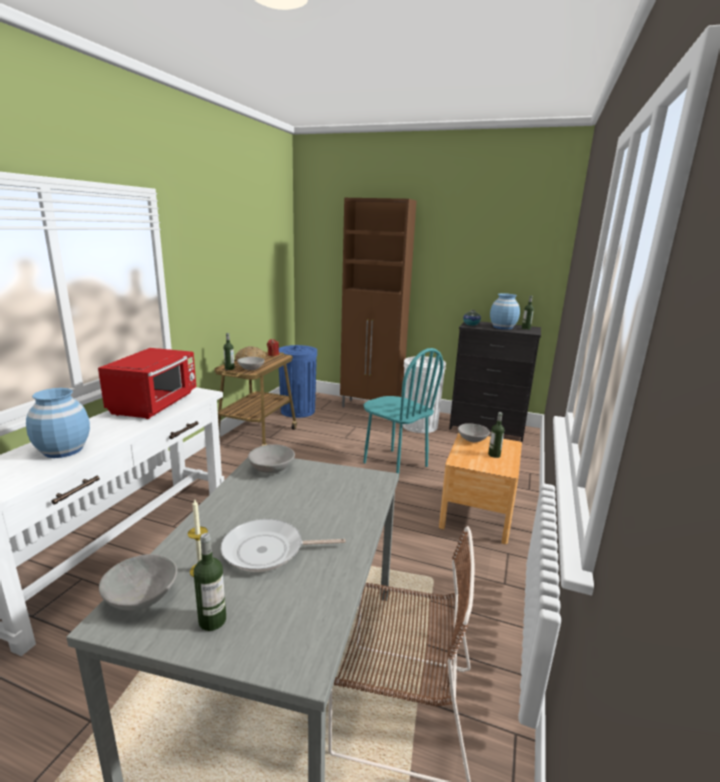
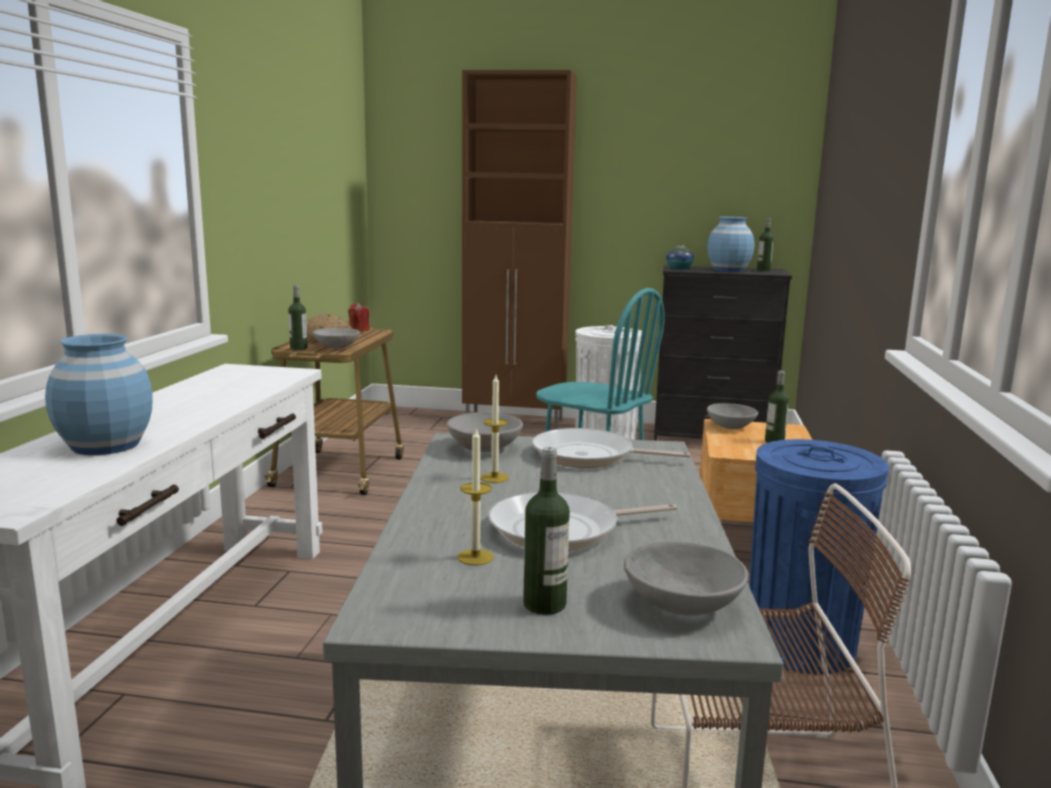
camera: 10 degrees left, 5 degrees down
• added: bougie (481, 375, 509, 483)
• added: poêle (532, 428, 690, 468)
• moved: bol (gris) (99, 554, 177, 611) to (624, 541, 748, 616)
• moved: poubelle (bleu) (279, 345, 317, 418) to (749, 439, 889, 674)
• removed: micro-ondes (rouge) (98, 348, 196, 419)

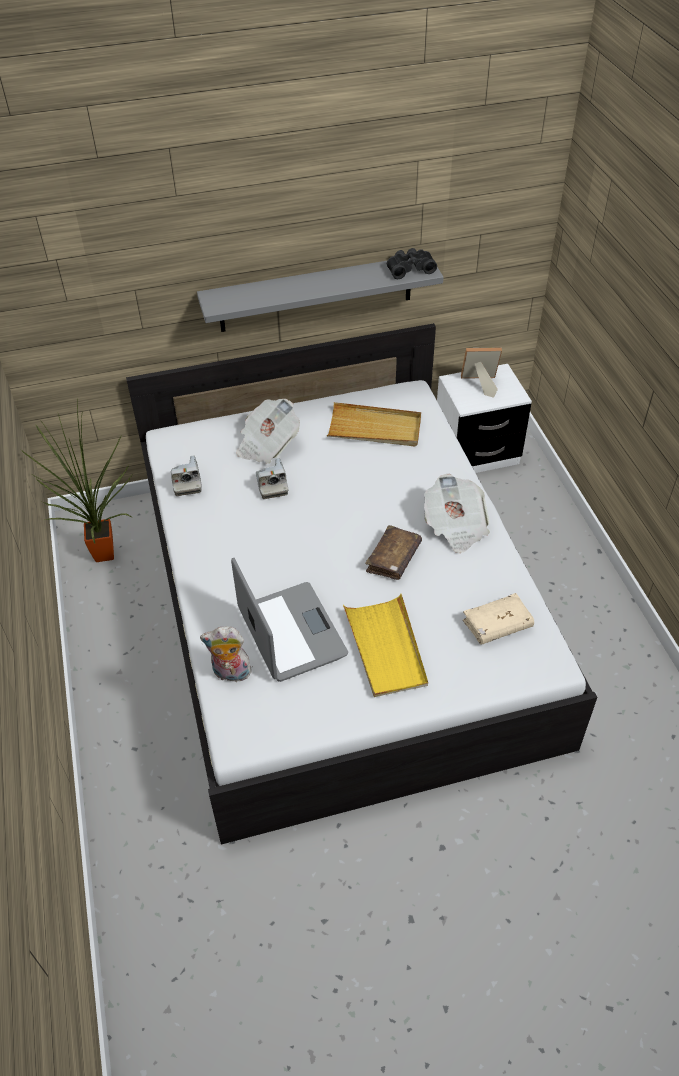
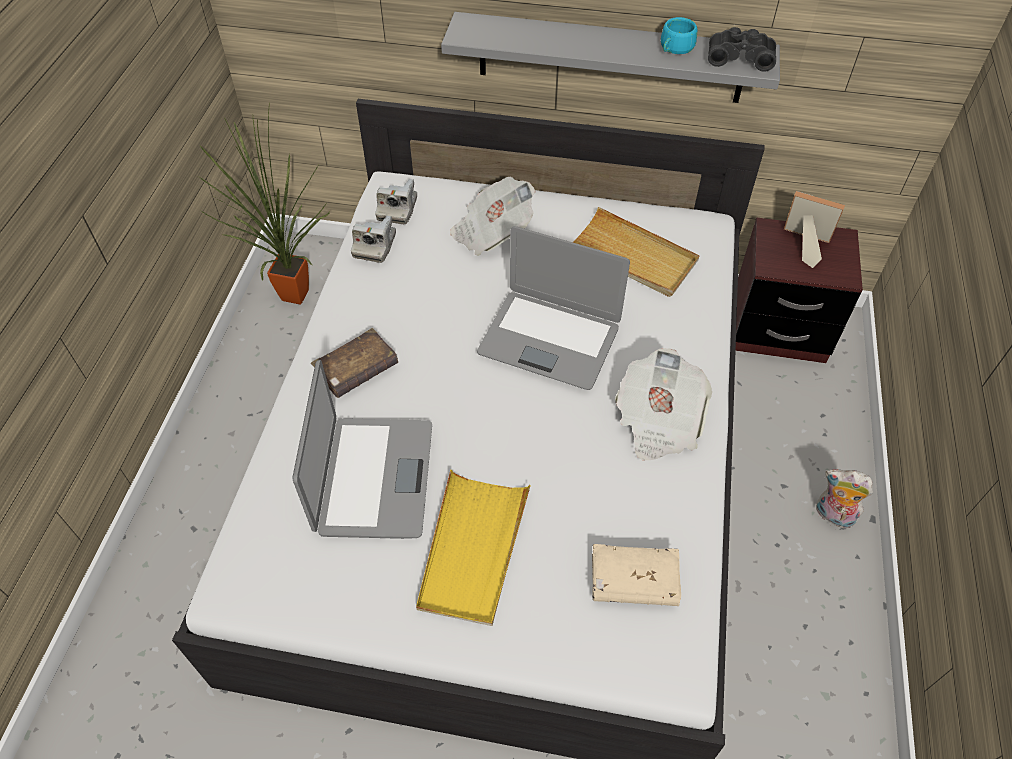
camera: 25 degrees right, 5 degrees up
• moved: livre (marron) (365, 525, 422, 580) to (311, 328, 398, 398)
• moved: appareil photo (256, 458, 288, 499) to (375, 179, 417, 224)
• added: ordinateur portable (477, 226, 630, 390)
• added: tasse (turquoise) (661, 17, 697, 54)
• recoloured: table de chevet (blanc) (437, 364, 532, 473) to table de chevet (marron) (736, 217, 863, 363)
• moved: peluche (200, 626, 252, 685) to (816, 469, 873, 528)

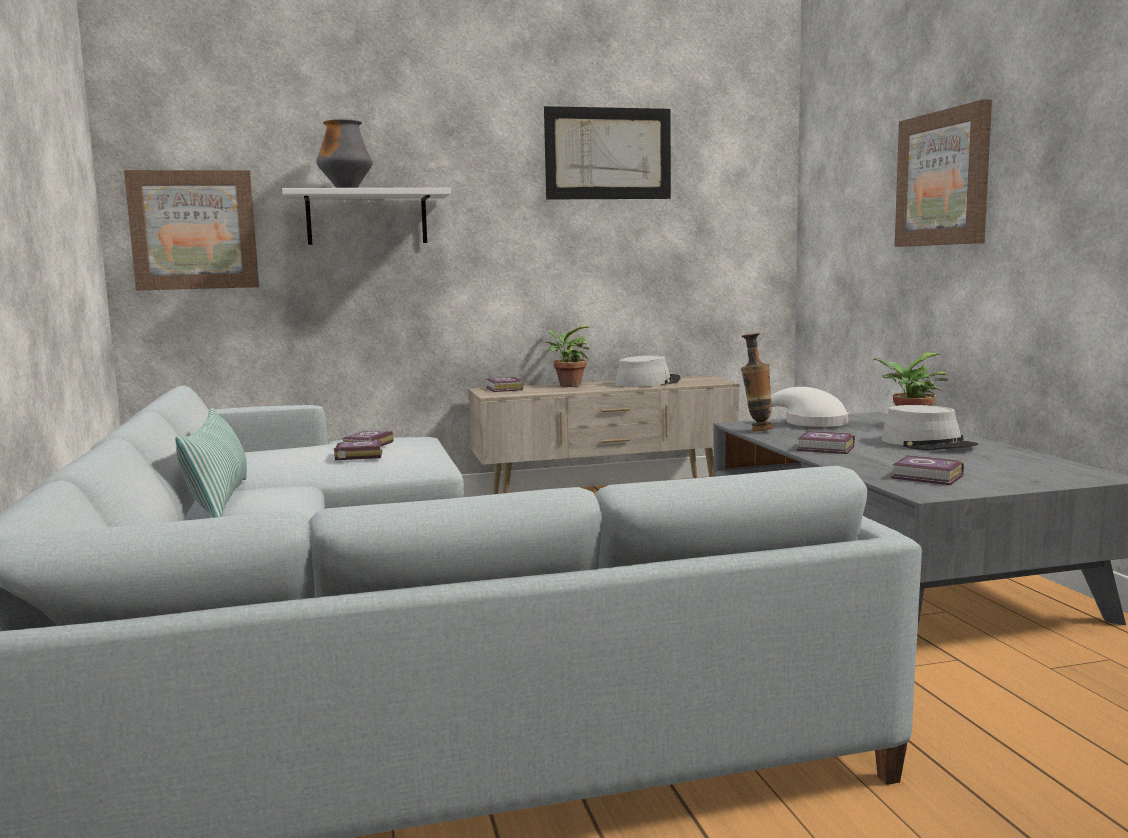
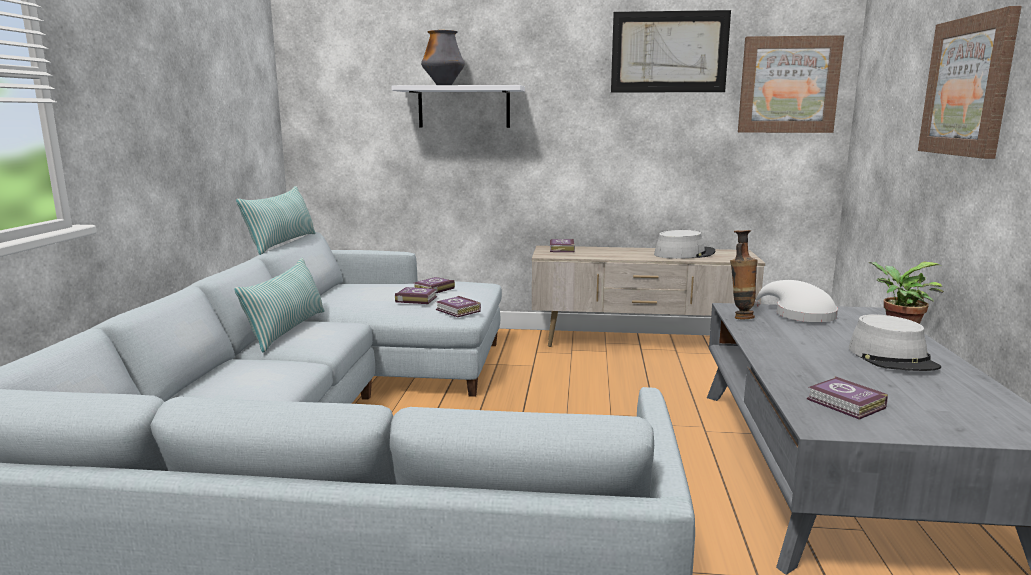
camera: 20 degrees right, 5 degrees up
• added: coussin (236, 186, 316, 255)
• moved: livre (797, 431, 855, 454) to (436, 296, 481, 317)
• moved: tableau (124, 170, 259, 290) to (738, 35, 844, 133)
• removed: plante en pot (544, 326, 590, 387)

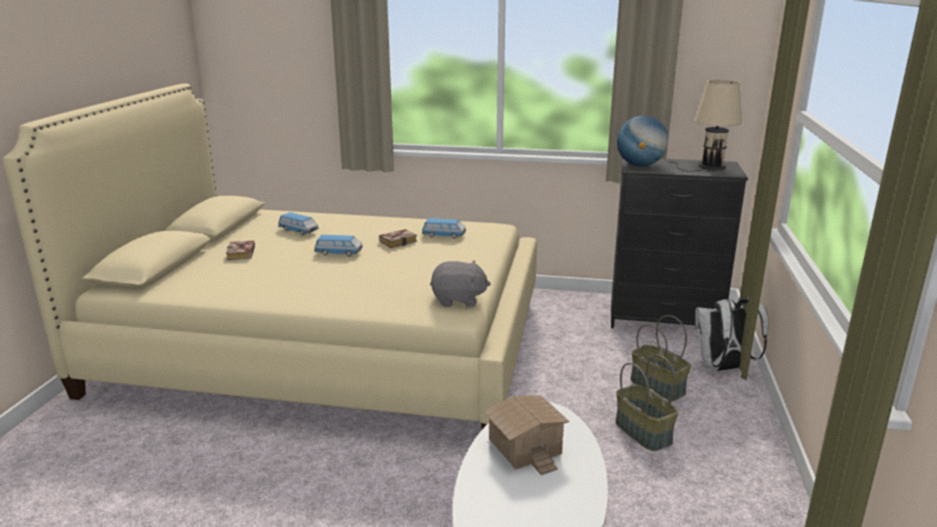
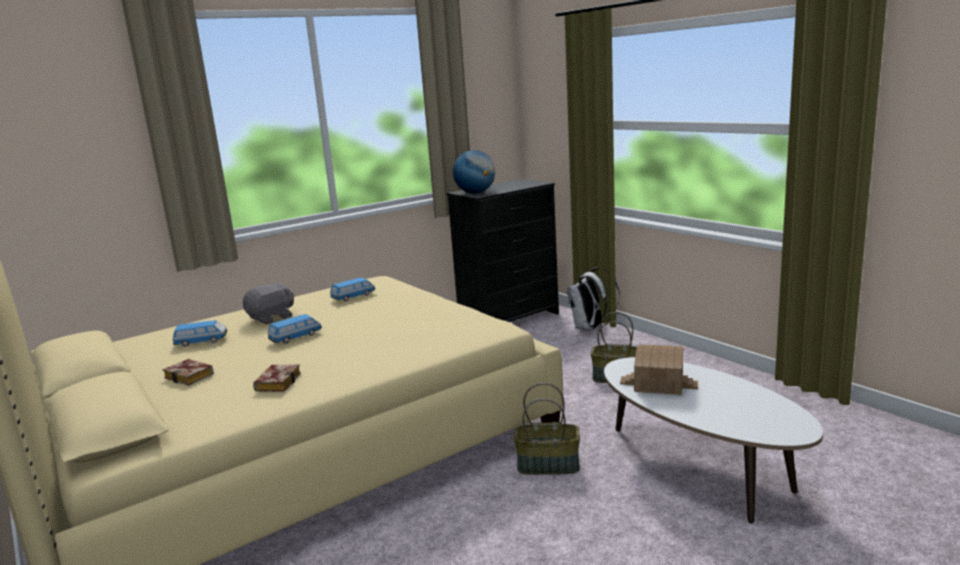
camera: 45 degrees left, 5 degrees down
• moved: peluche (gris) (430, 260, 491, 307) to (243, 283, 294, 324)
• moved: livre (379, 229, 417, 248) to (253, 365, 301, 392)
• moved: panier (630, 315, 691, 401) to (514, 383, 580, 475)
• removed: lampe de table (beige) (669, 80, 743, 172)

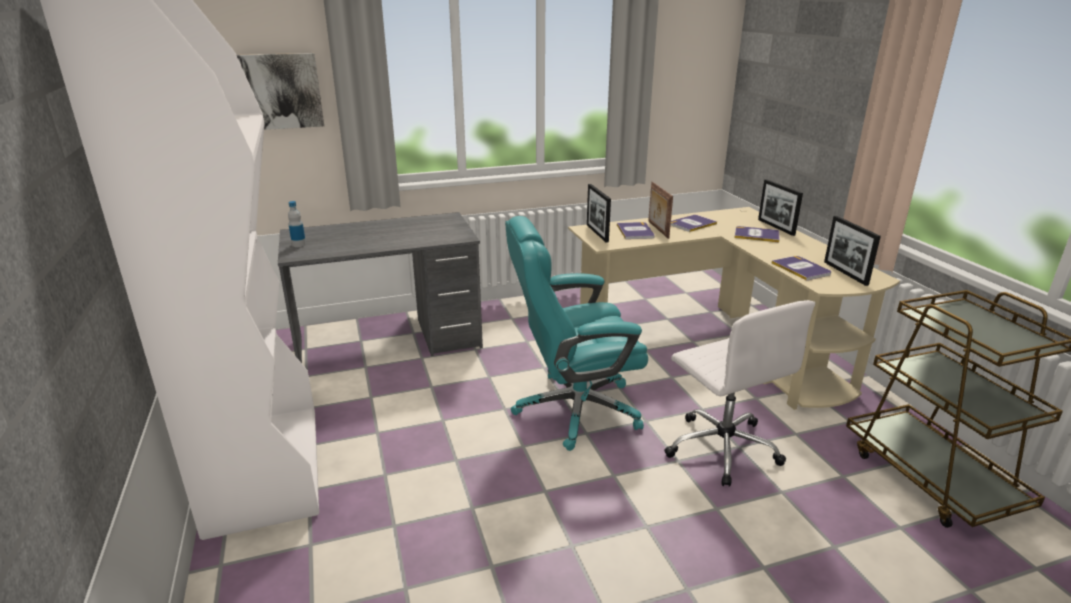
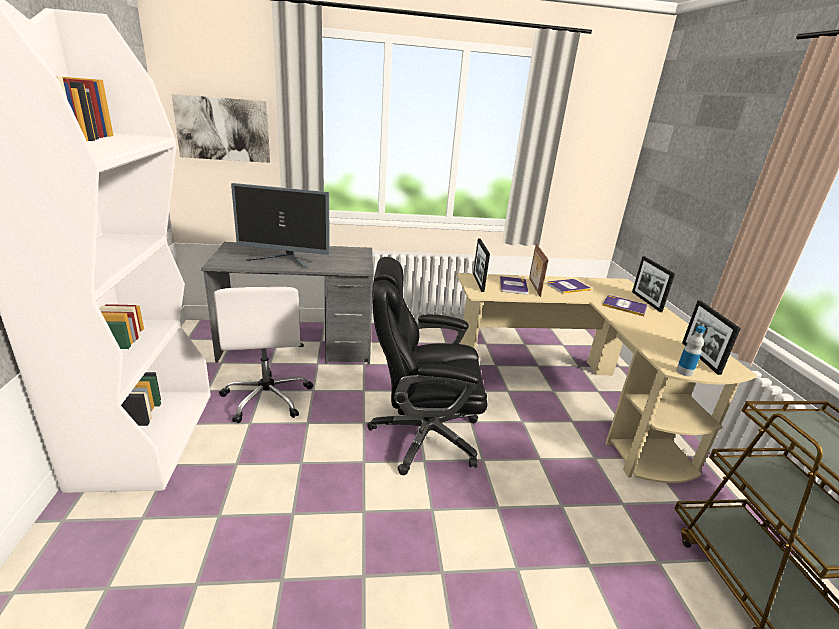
camera: 10 degrees right, 0 degrees up
• moved: chaise de bureau (blanc) (665, 300, 815, 487) to (214, 287, 313, 423)
• added: écran d'ordinateur (231, 183, 330, 269)
• recoloured: chaise de bureau (turquoise) (505, 216, 648, 451) to chaise de bureau (noir) (367, 257, 488, 475)
• moved: bouteille (288, 201, 306, 247) to (676, 326, 706, 376)
• removed: livre (772, 256, 831, 281)

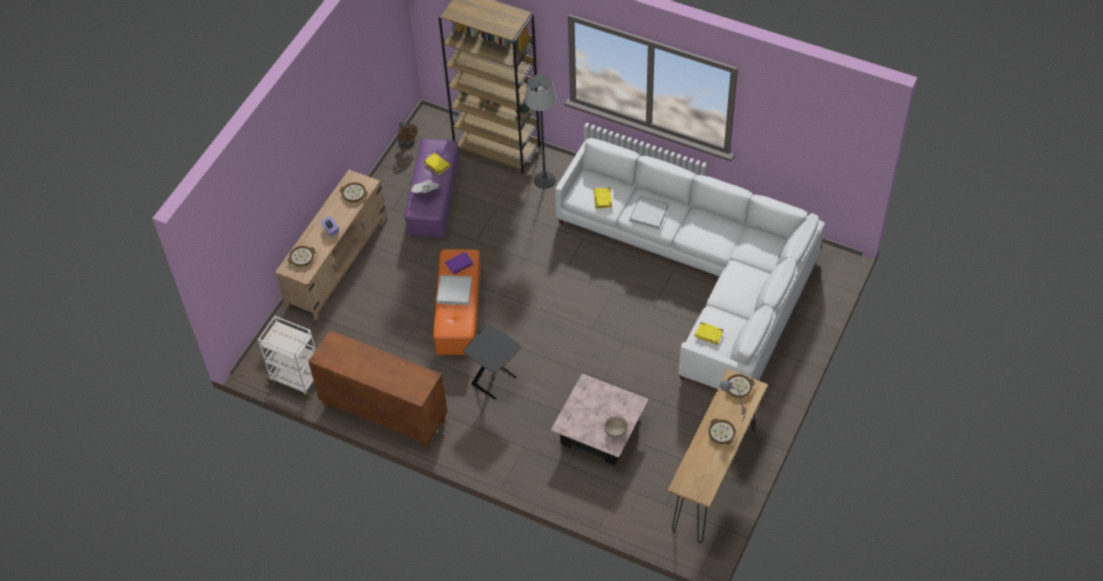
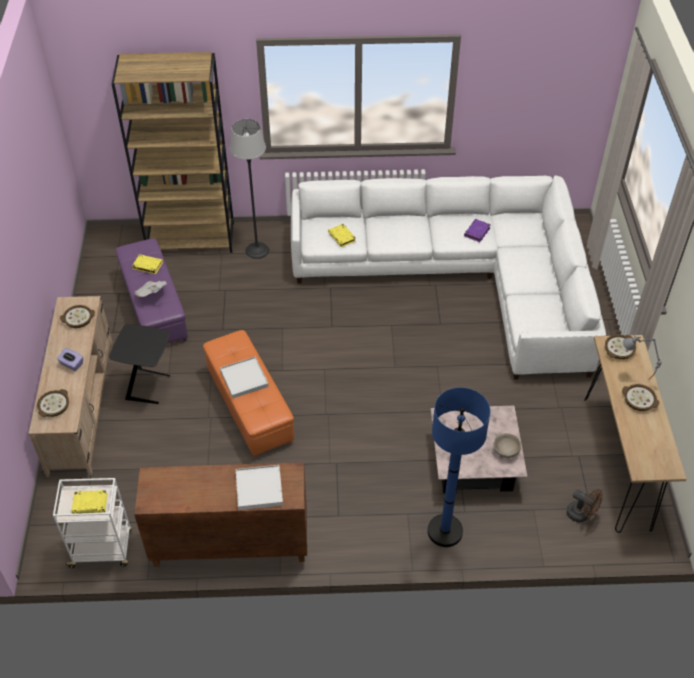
camera: 30 degrees left, 5 degrees down
• moved: livre (jaune) (694, 322, 723, 345) to (72, 490, 108, 514)
• moved: table d'appoint (noir) (464, 325, 521, 399) to (109, 324, 170, 404)
• moved: plateau (blanc) (629, 195, 669, 229) to (236, 465, 283, 510)
• added: lampadaire (bleu) (427, 387, 490, 547)
• moved: livre (violet) (445, 252, 474, 275) to (464, 219, 491, 242)
• moved: ventilateur (marron) (397, 121, 418, 147) to (566, 489, 603, 523)

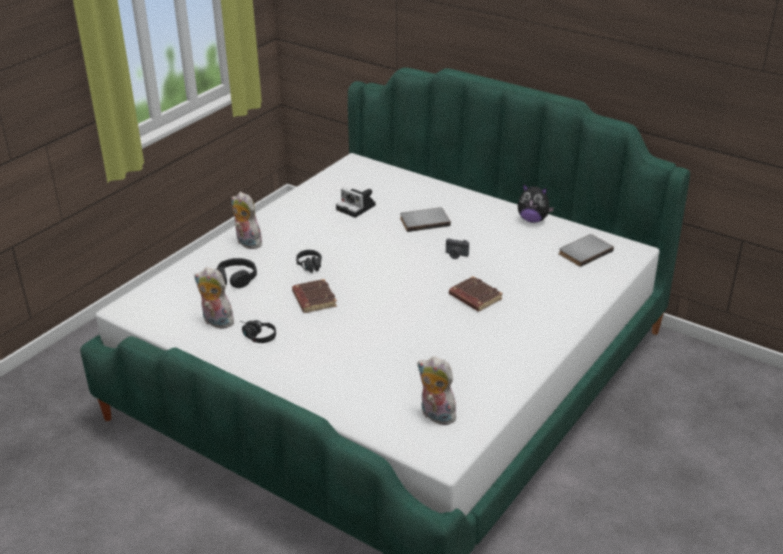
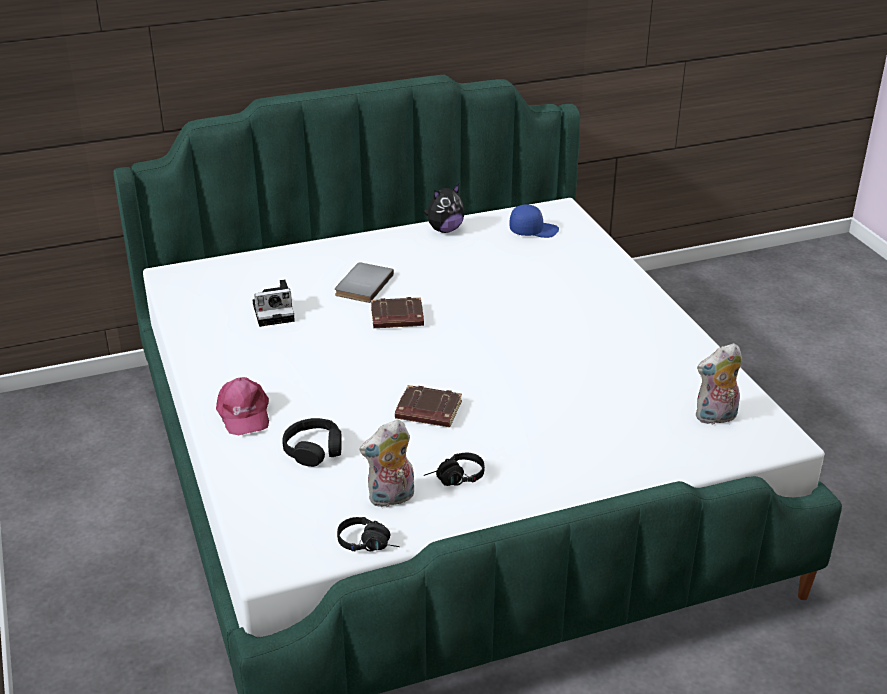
camera: 55 degrees left, 0 degrees up
• replaced: peluche (231, 192, 264, 249) to casquette (rose) (216, 377, 269, 435)
• moved: casque audio (noir) (296, 250, 322, 274) to (337, 517, 400, 551)
• moved: livre (marron) (449, 276, 503, 312) to (371, 297, 424, 328)
• replaced: livre (gris) (559, 234, 614, 267) to casquette (bleu) (510, 204, 559, 238)
• removed: appareil photo (446, 238, 469, 259)

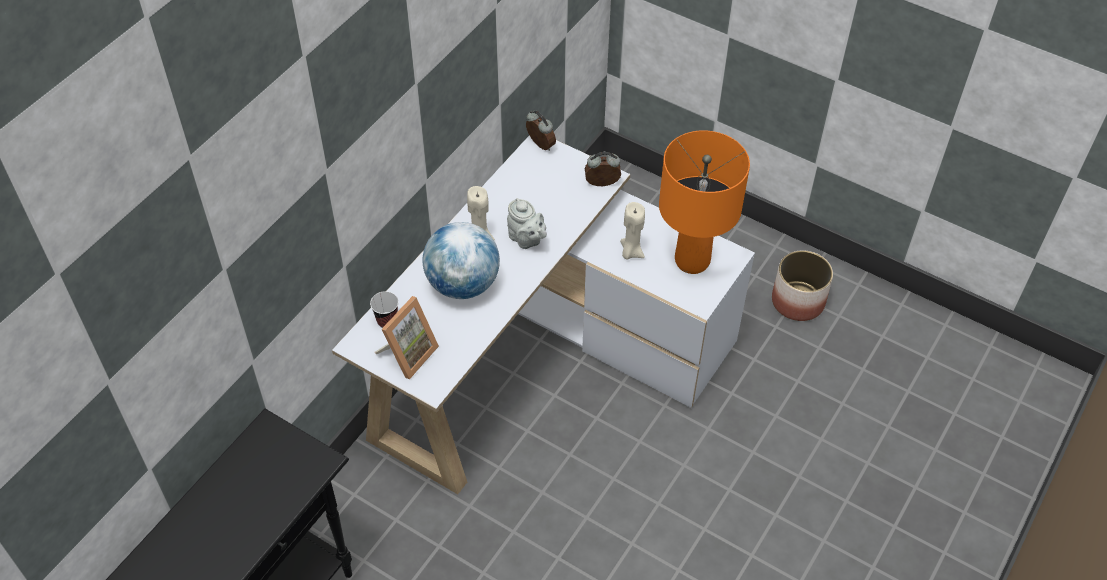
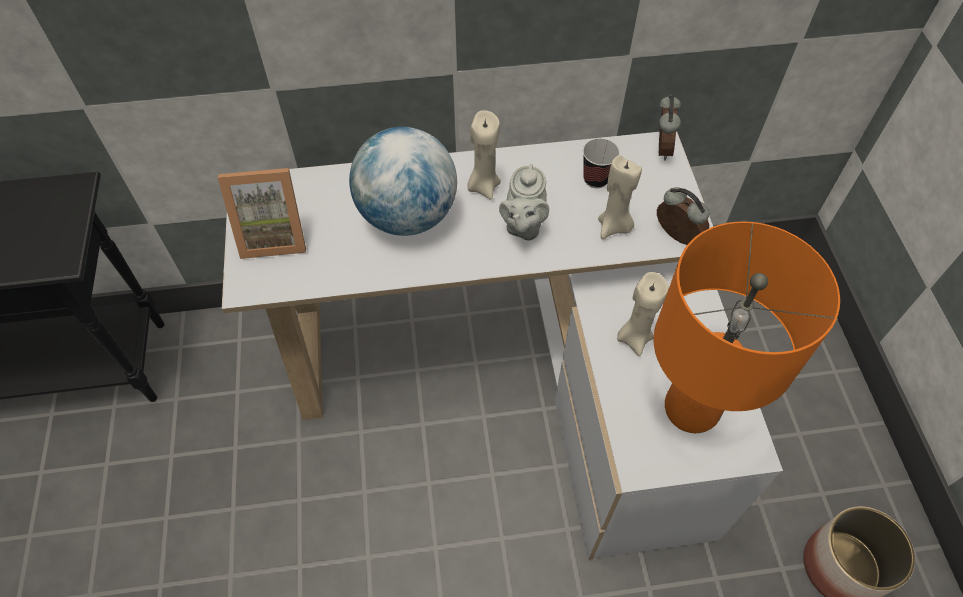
camera: 50 degrees right, 5 degrees up
• moved: tasse (370, 291, 399, 328) to (583, 138, 620, 188)
• added: bougie (beige) (598, 155, 642, 239)

